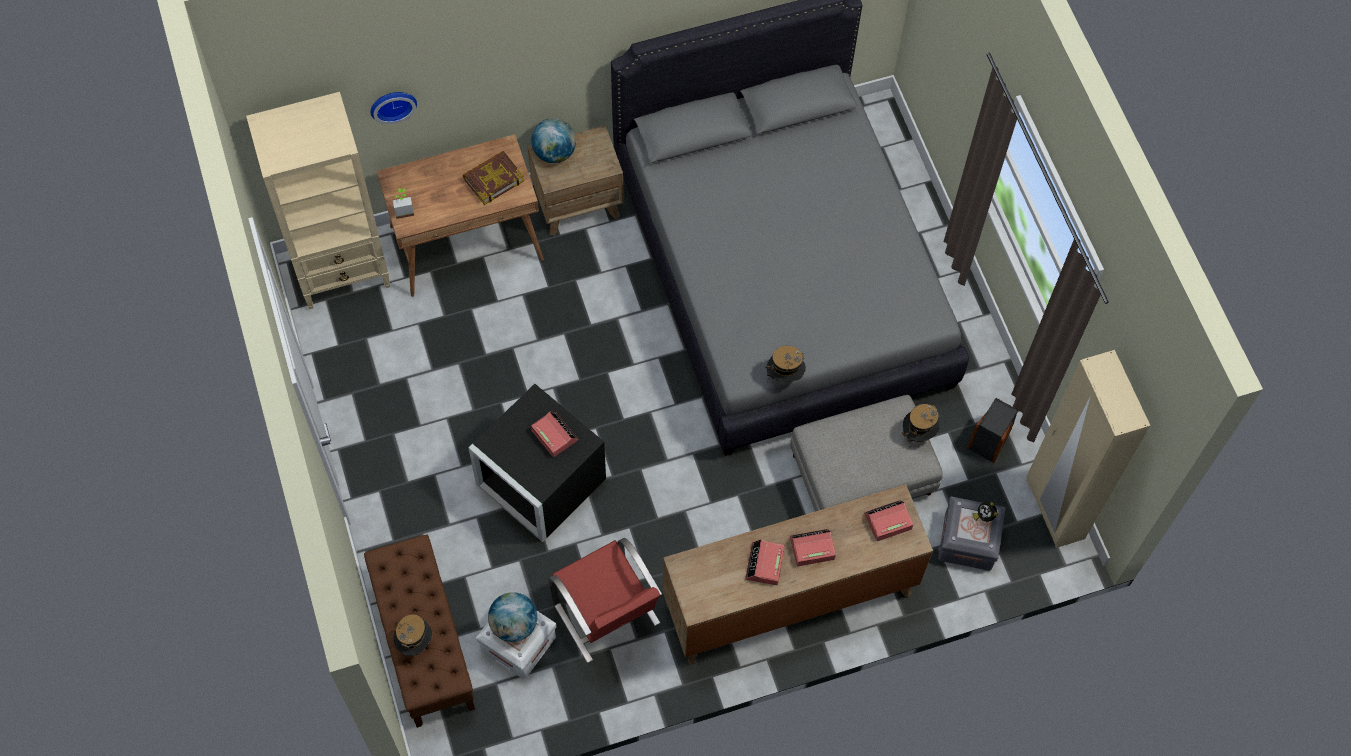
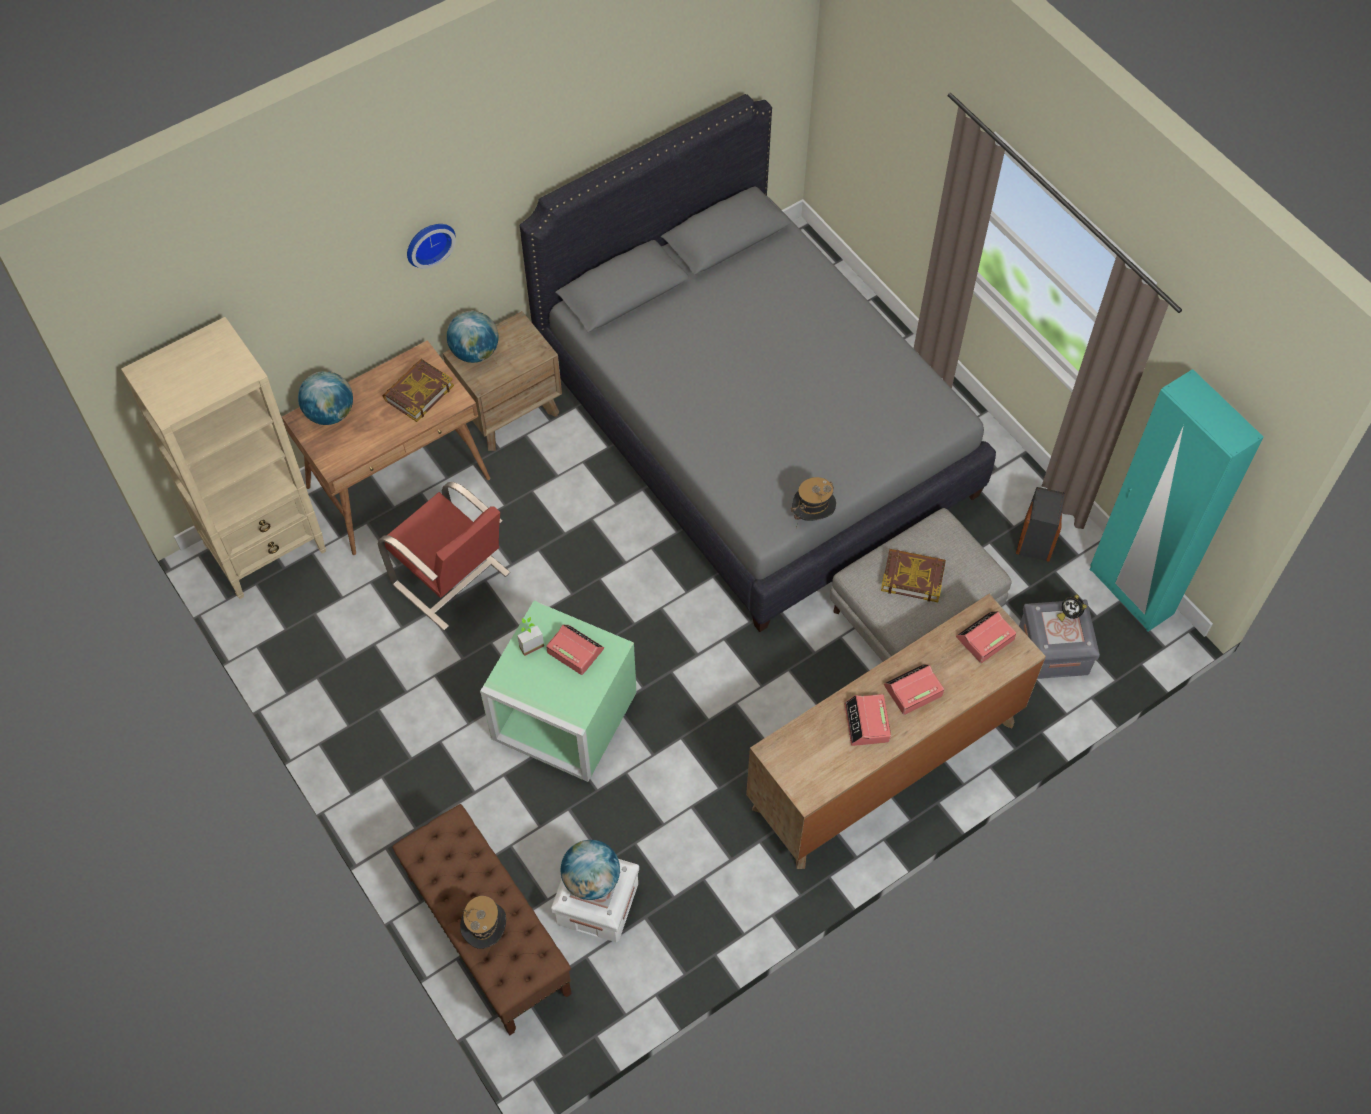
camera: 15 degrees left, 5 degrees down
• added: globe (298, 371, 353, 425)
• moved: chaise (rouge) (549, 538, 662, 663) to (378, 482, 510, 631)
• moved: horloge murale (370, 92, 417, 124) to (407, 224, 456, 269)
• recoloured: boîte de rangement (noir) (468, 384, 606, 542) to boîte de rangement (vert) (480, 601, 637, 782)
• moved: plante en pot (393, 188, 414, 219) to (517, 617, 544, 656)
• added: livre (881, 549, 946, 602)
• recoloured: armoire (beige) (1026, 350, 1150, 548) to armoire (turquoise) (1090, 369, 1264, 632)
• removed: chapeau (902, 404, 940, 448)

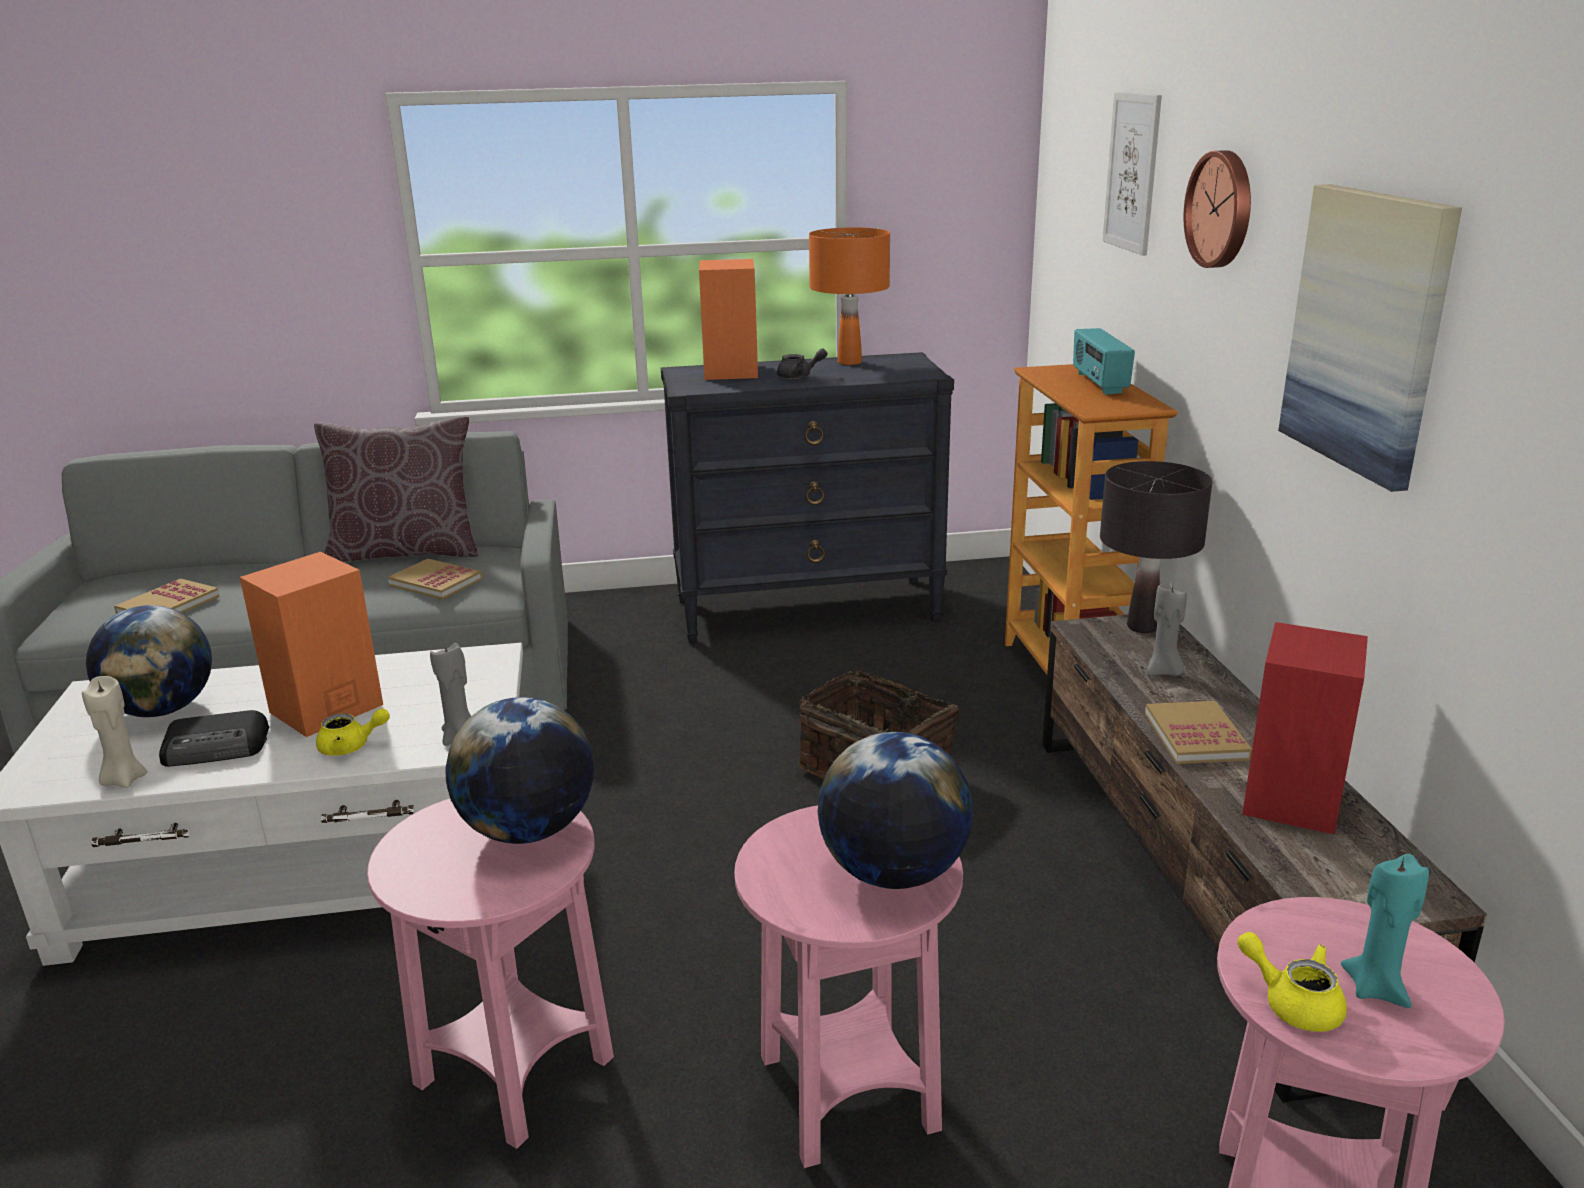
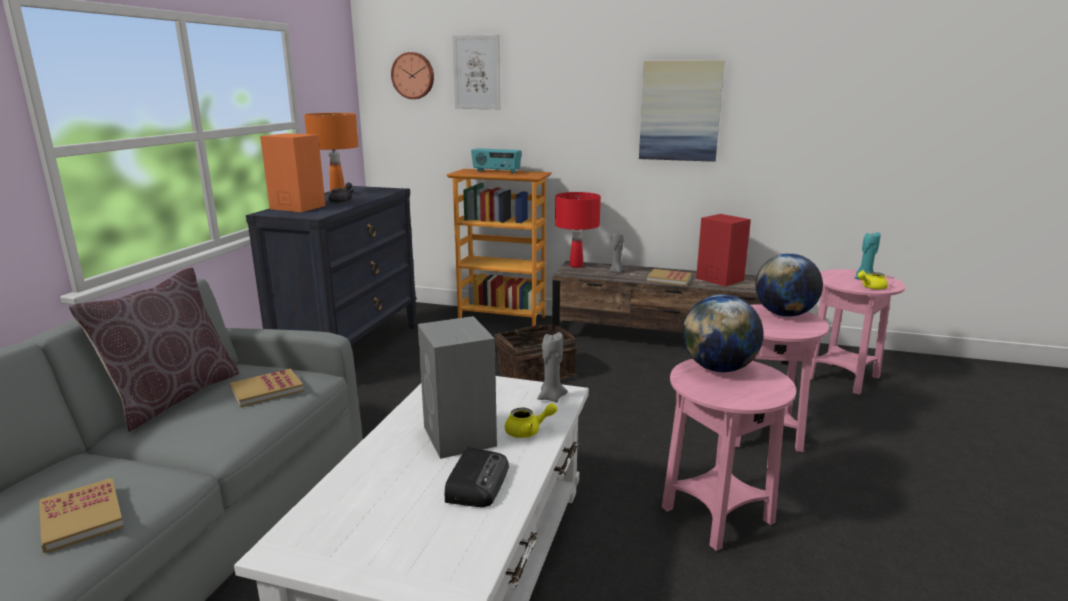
camera: 65 degrees left, 5 degrees down
• moved: horloge murale (1184, 150, 1251, 268) to (391, 52, 434, 99)
• recoloured: enceinte (orange) (240, 552, 383, 737) to enceinte (gris) (418, 316, 497, 459)
• turned: théière (jaune) (316, 708, 390, 756) = (505, 403, 557, 438) 60 degrees clockwise
• recoloured: lampe de table (noir) (1100, 461, 1212, 633) to lampe de table (rouge) (555, 192, 601, 268)
• removed: bougie (beige) (82, 676, 147, 788)
• removed: globe (86, 605, 212, 717)

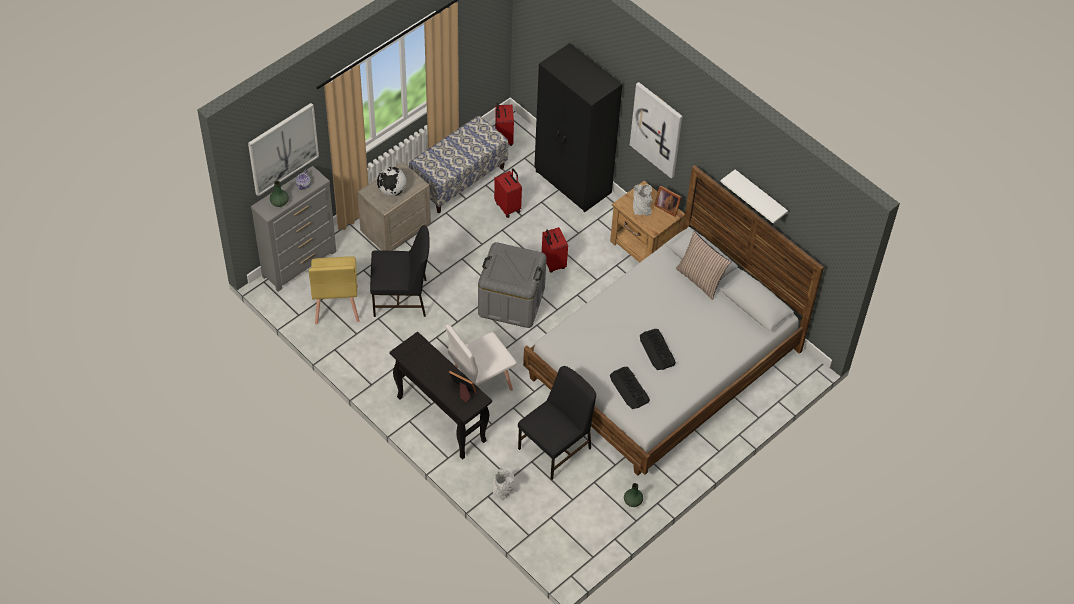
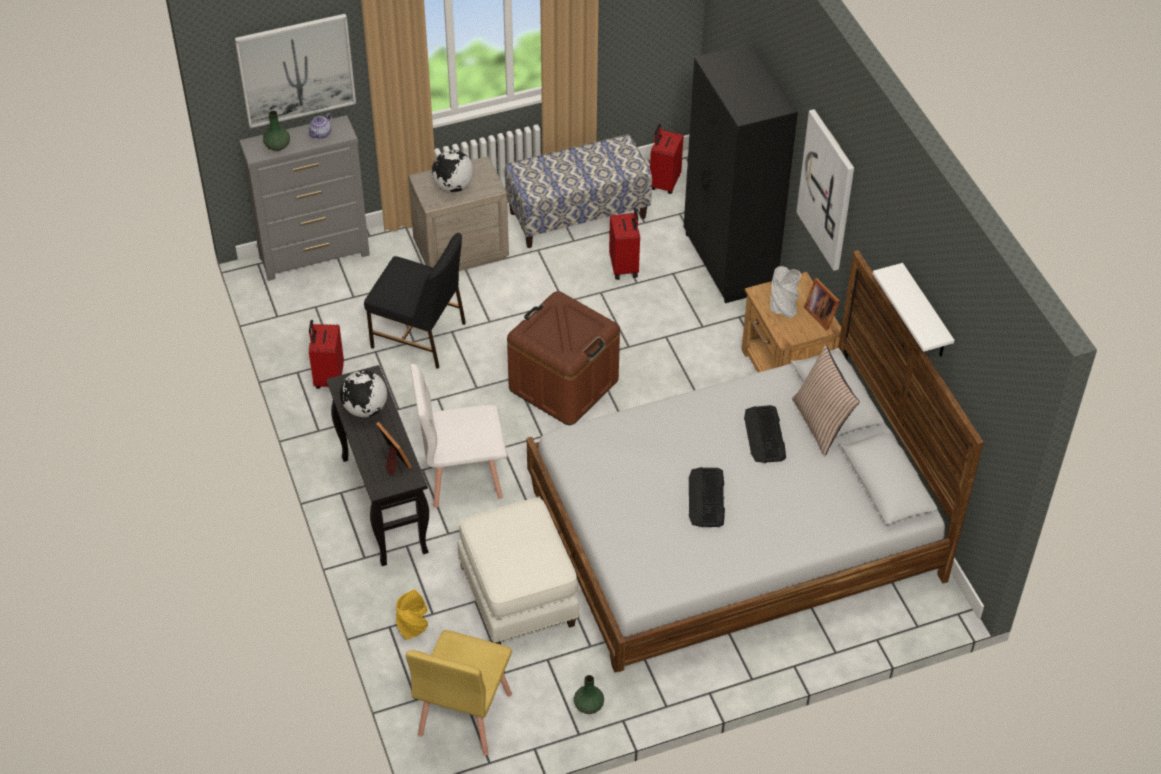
camera: 25 degrees right, 5 degrees down
• moved: valise (rouge) (542, 227, 568, 273) to (309, 320, 344, 389)
• added: globe (340, 370, 387, 417)
• recoloured: vase (gris) (492, 467, 515, 500) to vase (jaune) (396, 589, 428, 640)
• moved: chaise (jaune) (309, 256, 360, 325) to (406, 630, 512, 756)
• replaced: chaise (noir) (518, 366, 596, 480) to pouf (blanc) (458, 498, 580, 644)
• recoloured: boîte de rangement (gris) (478, 242, 547, 328) to boîte de rangement (marron) (507, 291, 620, 425)
• moved: clavier (610, 367, 650, 409) to (744, 405, 786, 463)

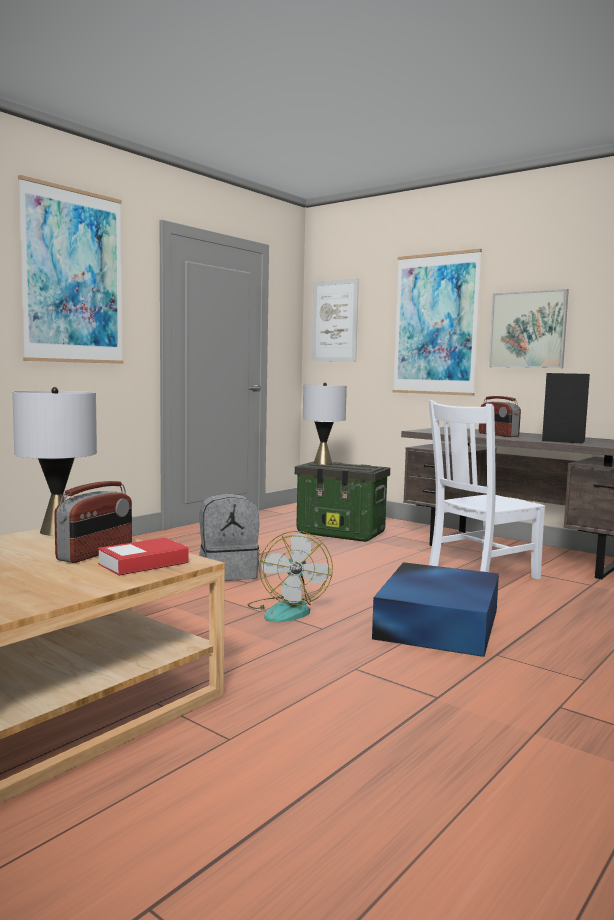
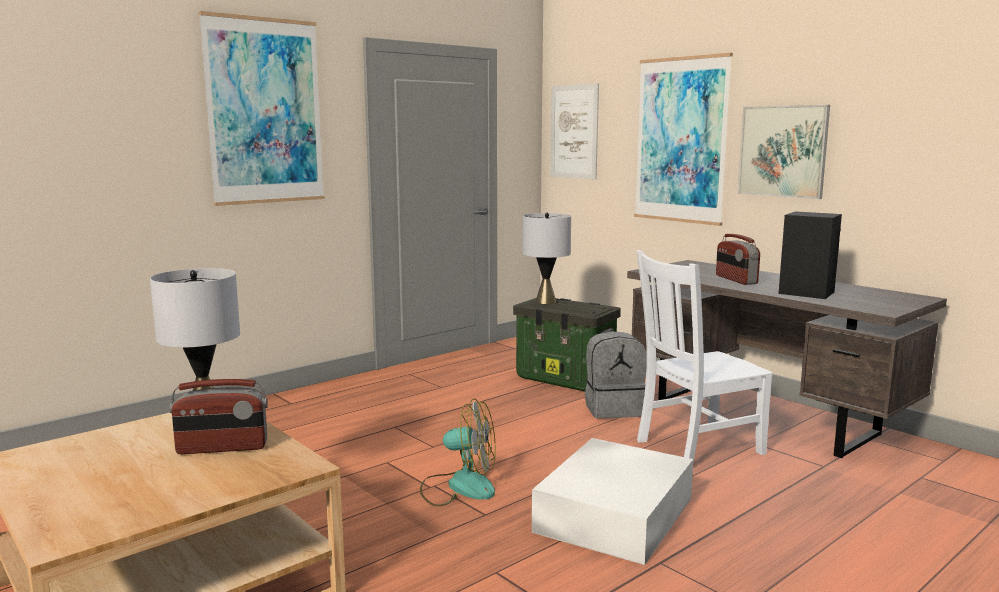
camera: 10 degrees right, 5 degrees up
• turned: radio (54, 481, 132, 563) = (169, 379, 268, 454) 45 degrees clockwise
• turned: ventilateur (248, 531, 333, 622) = (420, 398, 496, 506) 90 degrees counterclockwise
• recoloured: boîte de rangement (bleu) (372, 562, 499, 657) to boîte de rangement (blanc) (532, 438, 693, 565)
• moved: sac à dos (gris) (199, 493, 260, 581) to (585, 331, 647, 419)
• removed: livre (98, 538, 189, 576)

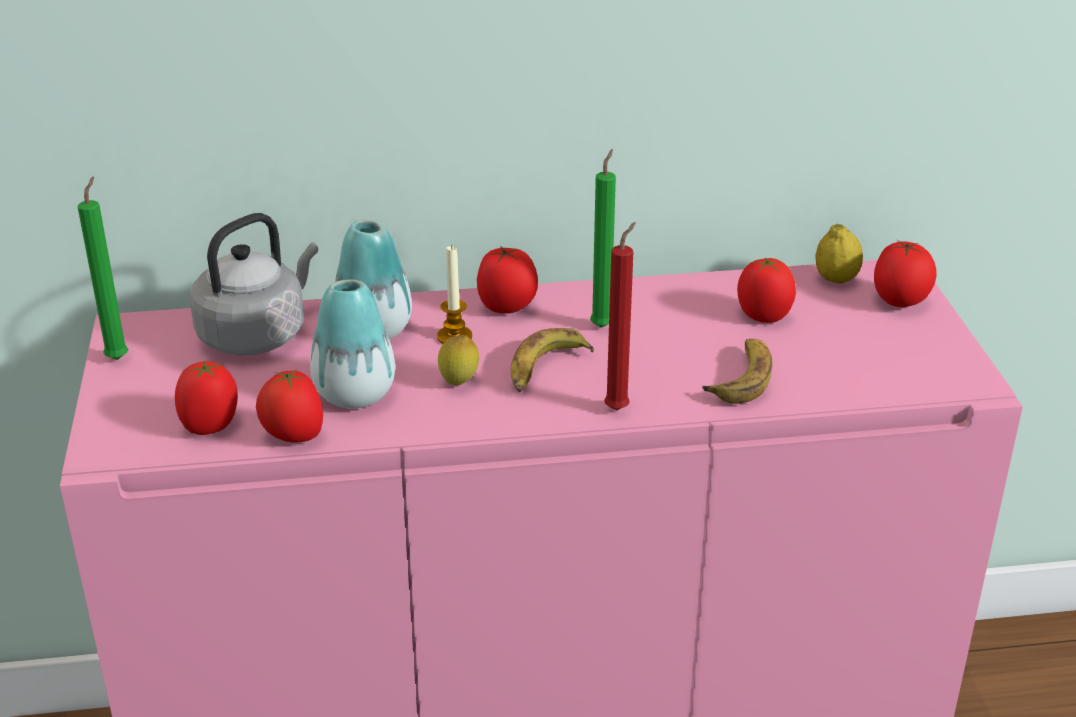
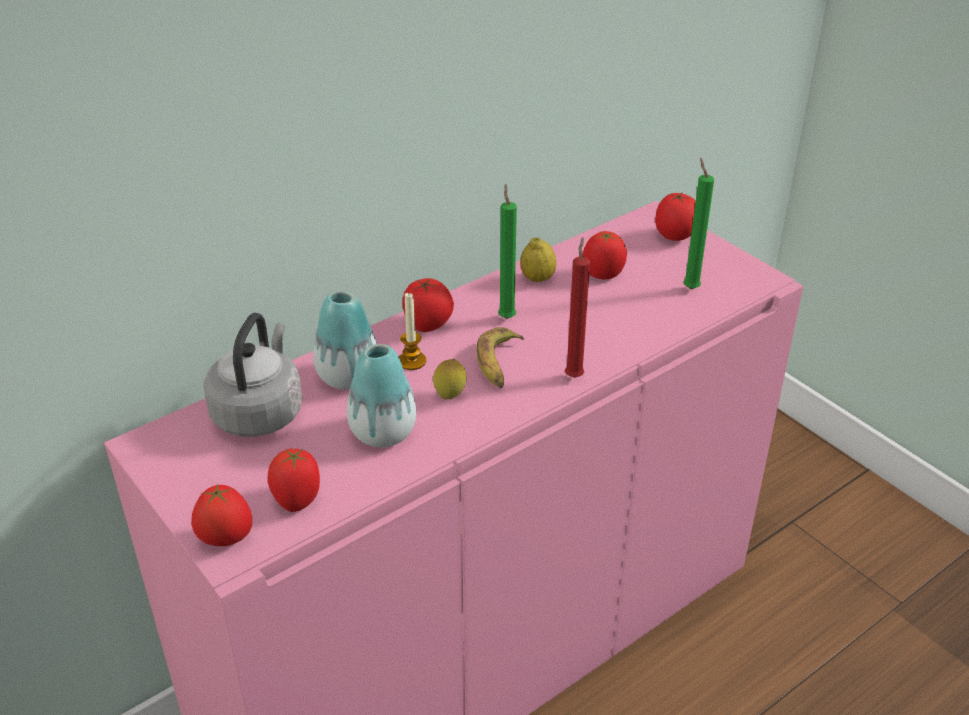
camera: 30 degrees left, 5 degrees up
• moved: tomate (256, 369, 323, 443) to (191, 483, 252, 546)
• moved: citron (816, 224, 863, 283) to (520, 237, 556, 282)
• moved: bougie (vert) (78, 176, 128, 360) to (683, 157, 714, 289)
• removed: banane (702, 339, 772, 404)

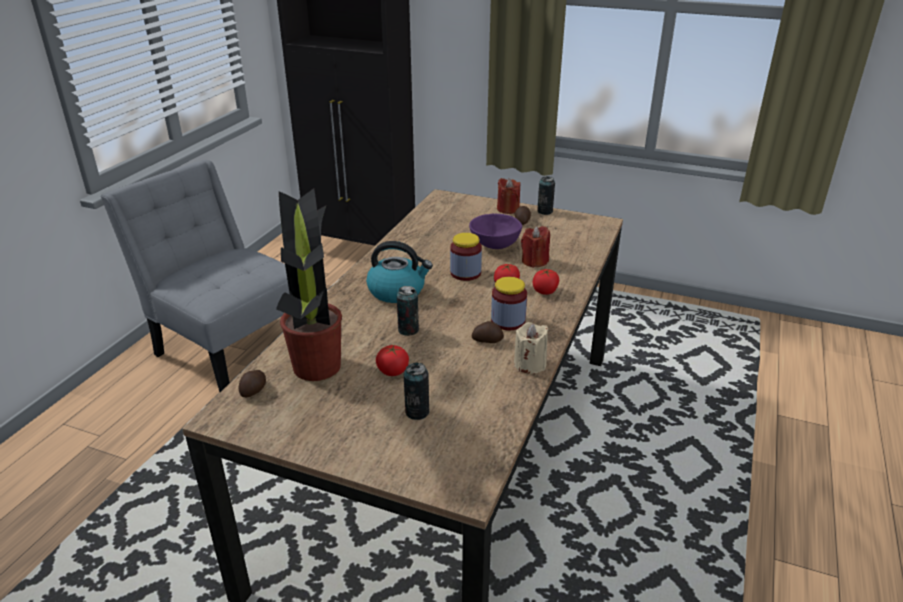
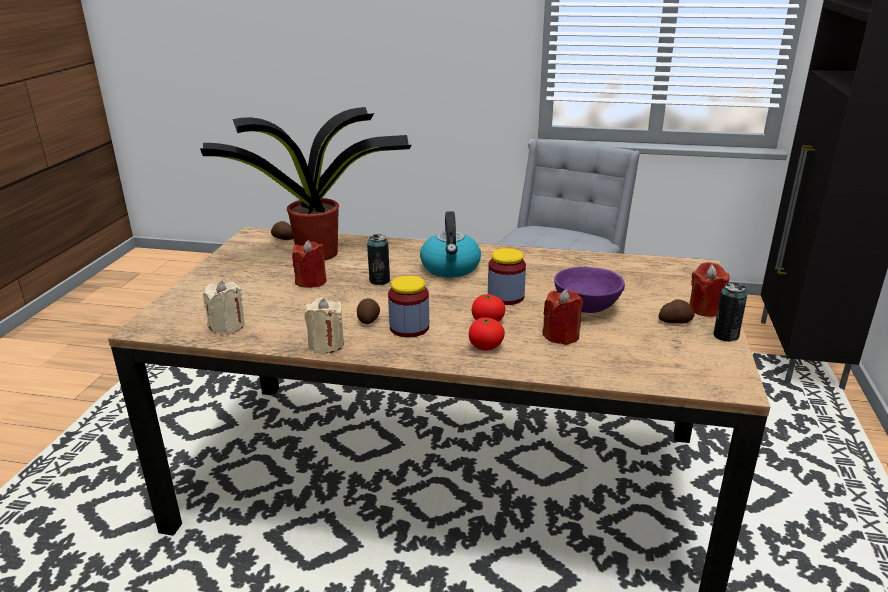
camera: 80 degrees right, 5 degrees down
• added: bougie (beige) (203, 280, 245, 334)
• replaced: tomate (376, 345, 409, 376) to bougie (rouge) (292, 240, 327, 288)
• removed: boîte métallique (403, 362, 430, 420)

